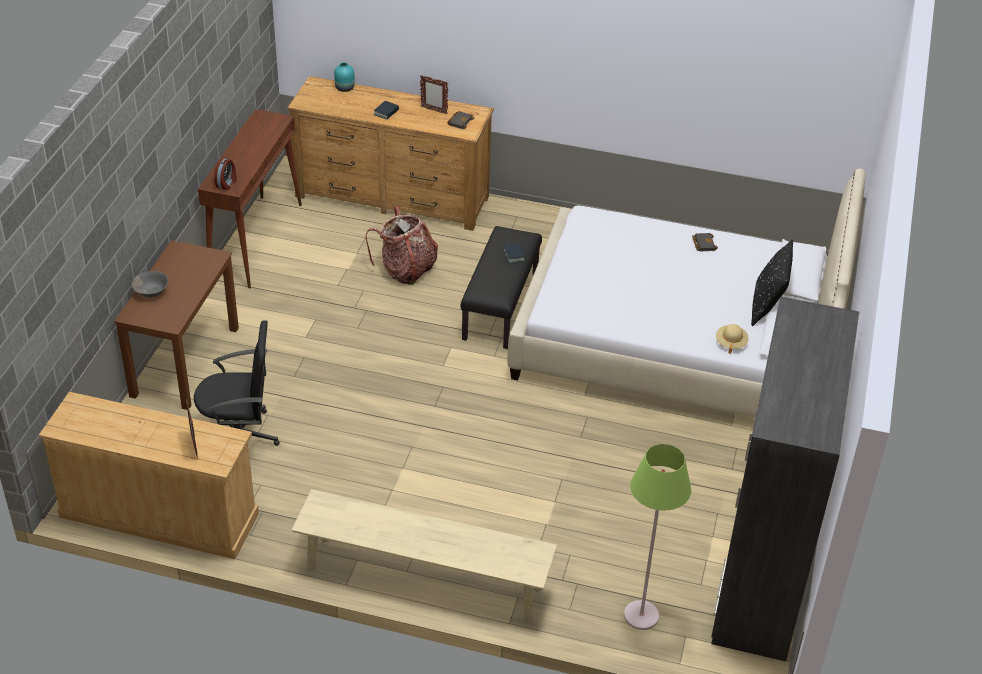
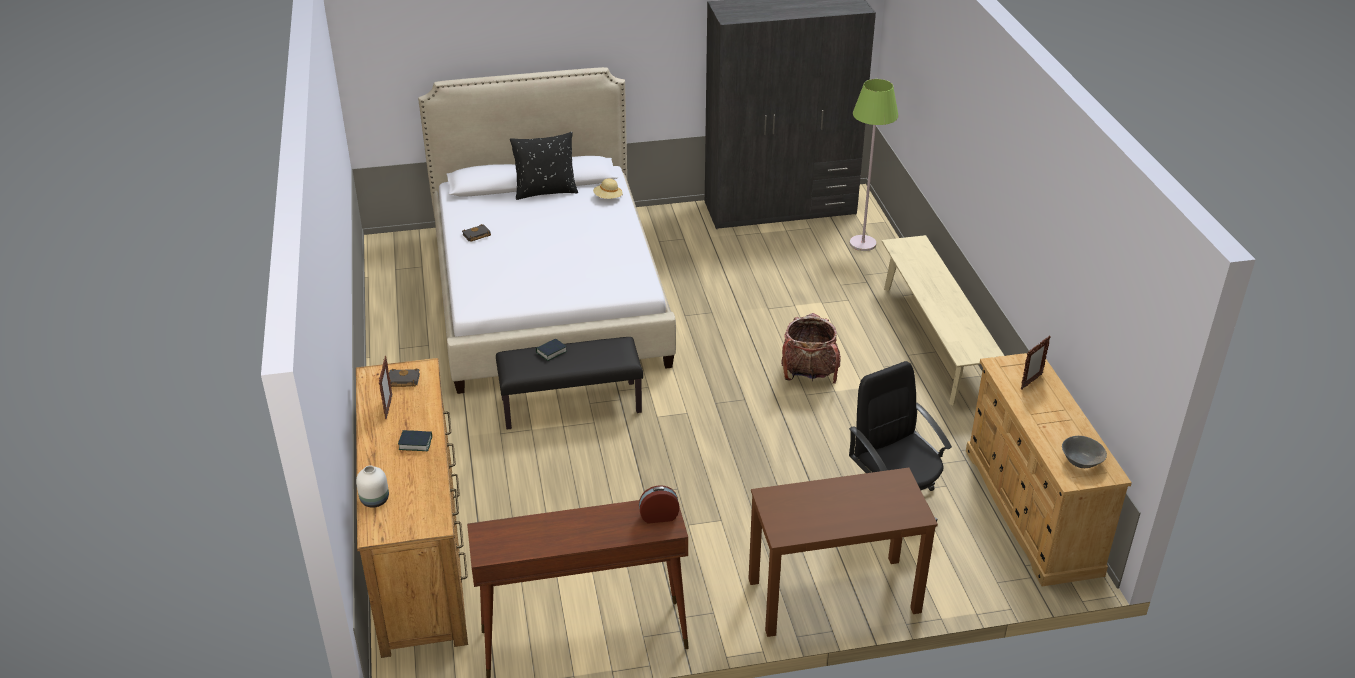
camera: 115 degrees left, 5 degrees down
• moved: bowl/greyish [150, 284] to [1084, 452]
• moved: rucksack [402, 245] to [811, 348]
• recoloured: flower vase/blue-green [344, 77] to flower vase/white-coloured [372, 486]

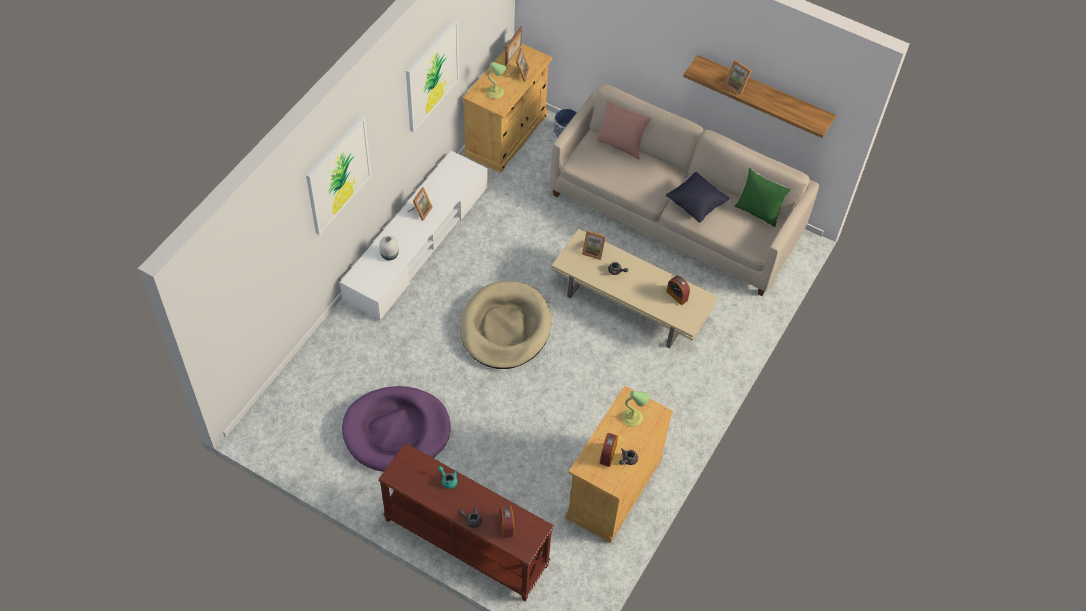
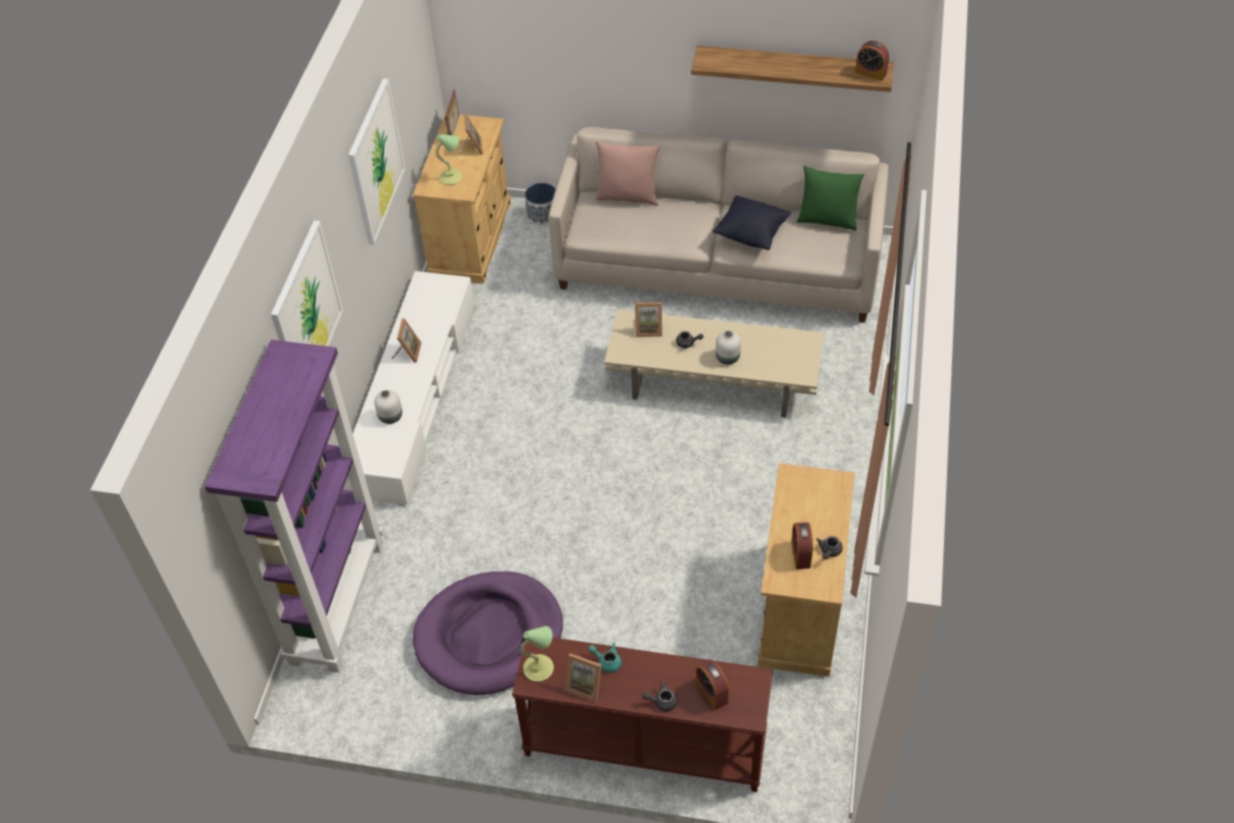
camera: 15 degrees left, 5 degrees down
• removed: dog cushion/sand-coloured [505, 325]
• added: shelving unit/purple [294, 506]
• added: flower vase/white-coloured [728, 347]
• moved: tabletop lamp [635, 409] to [537, 654]
• moved: bedside clock [678, 290] to [872, 61]
• moved: photo frame [738, 77] to [583, 677]

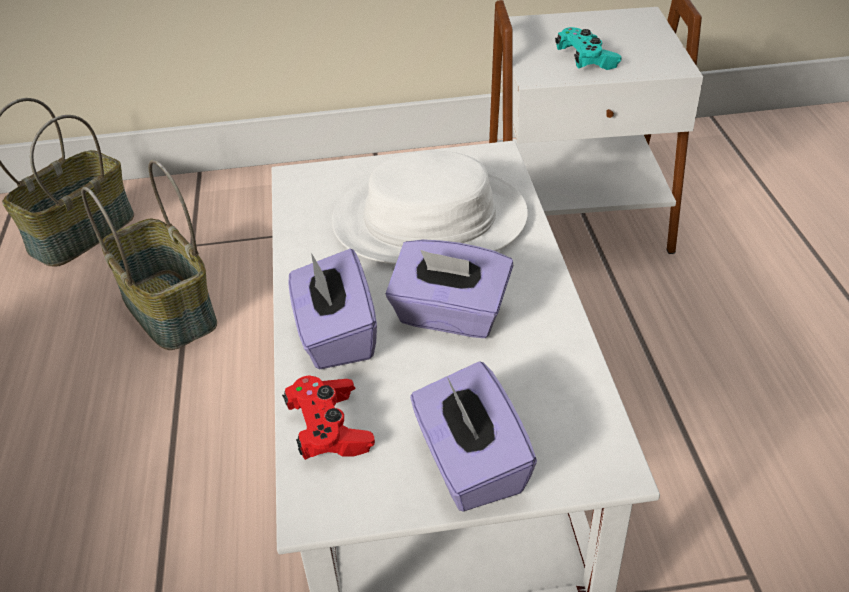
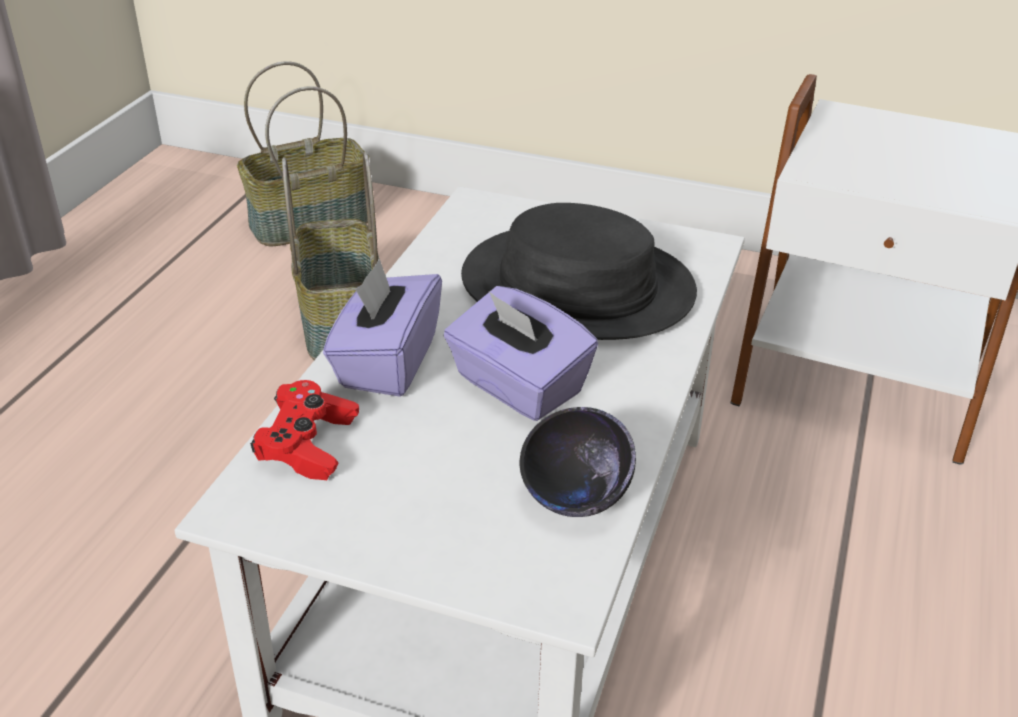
camera: 25 degrees right, 5 degrees down
• removed: box of tissues/purple [473, 436]
• removed: game controller/blue-green [588, 48]
• added: bowl/black-coloured [578, 462]
• recoloured: clothing hat/white-coloured [430, 207] to clothing hat/black-coloured [579, 271]

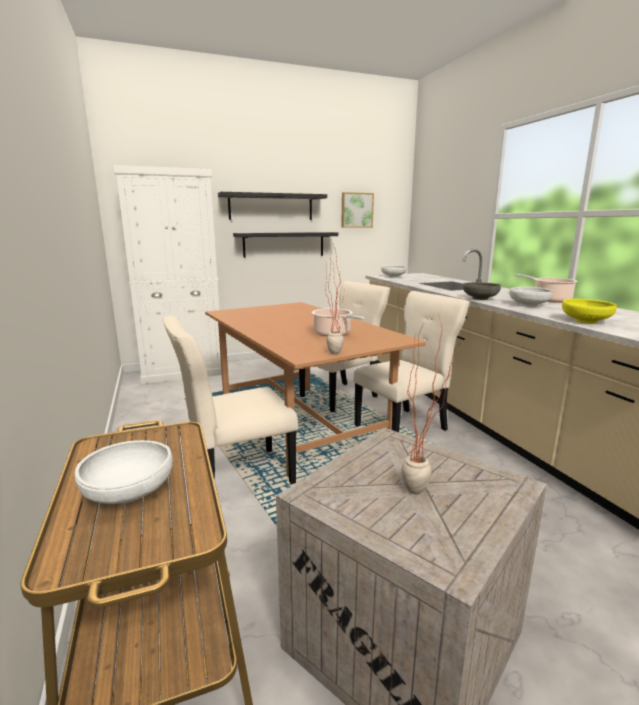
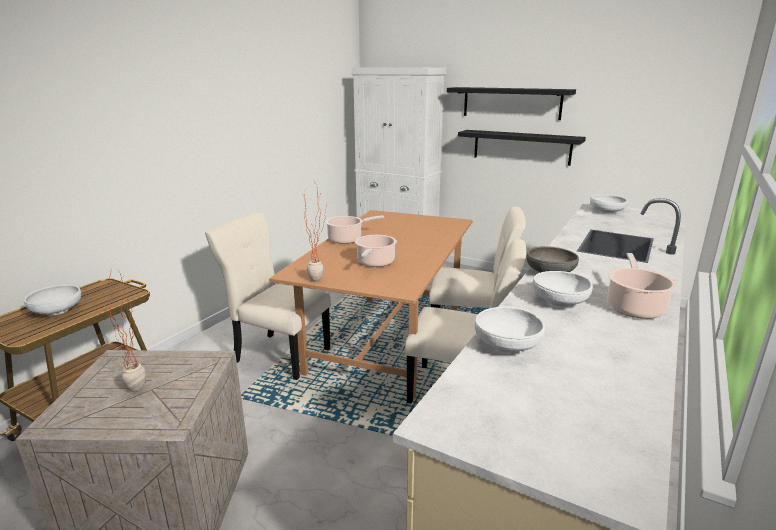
camera: 50 degrees right, 5 degrees up
• removed: picture [357, 210]
• added: stockpot [355, 229]
• recoloured: bowl/yellow [589, 311] to bowl/white-coloured [510, 329]

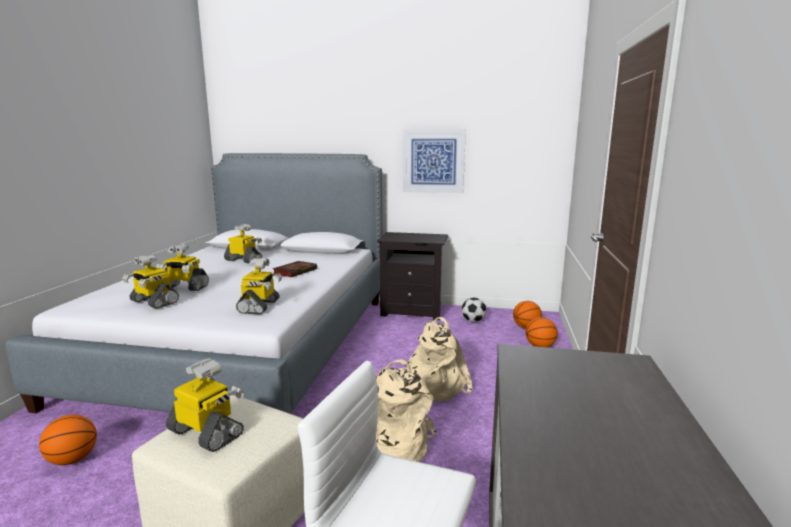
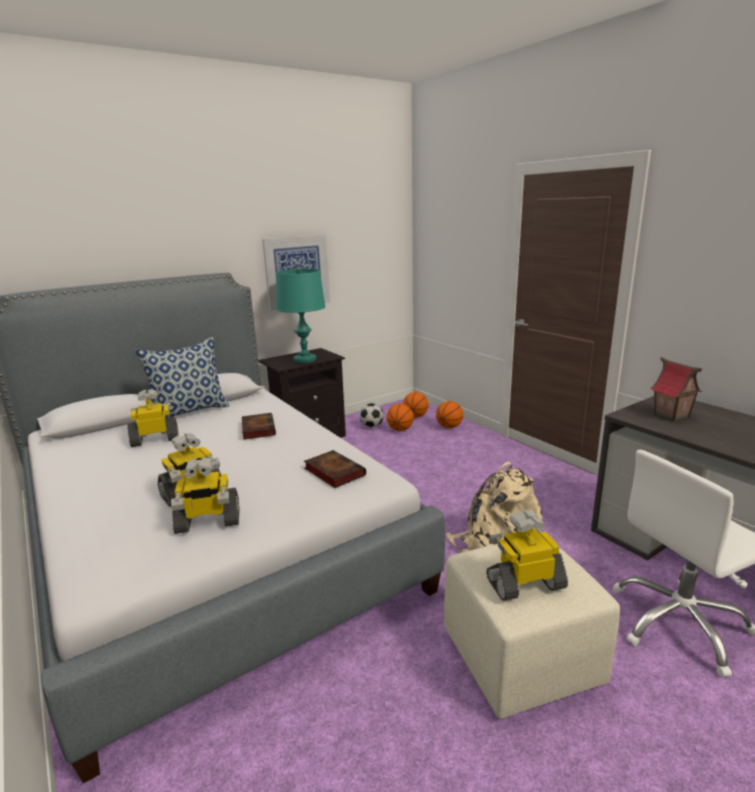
camera: 45 degrees left, 5 degrees up
• removed: rucksack/sand-coloured [438, 359]
• added: pillow [182, 377]
• added: tabletop lamp/blue-green [300, 315]
• added: toy house [676, 389]
• moved: basketball ball [68, 440] to [400, 417]
• replaced: toy robot [259, 286] to bound book [335, 469]

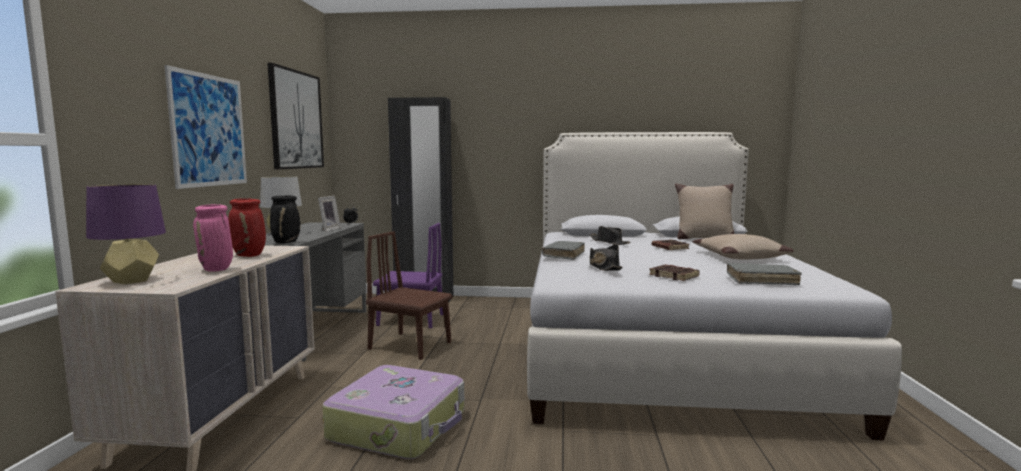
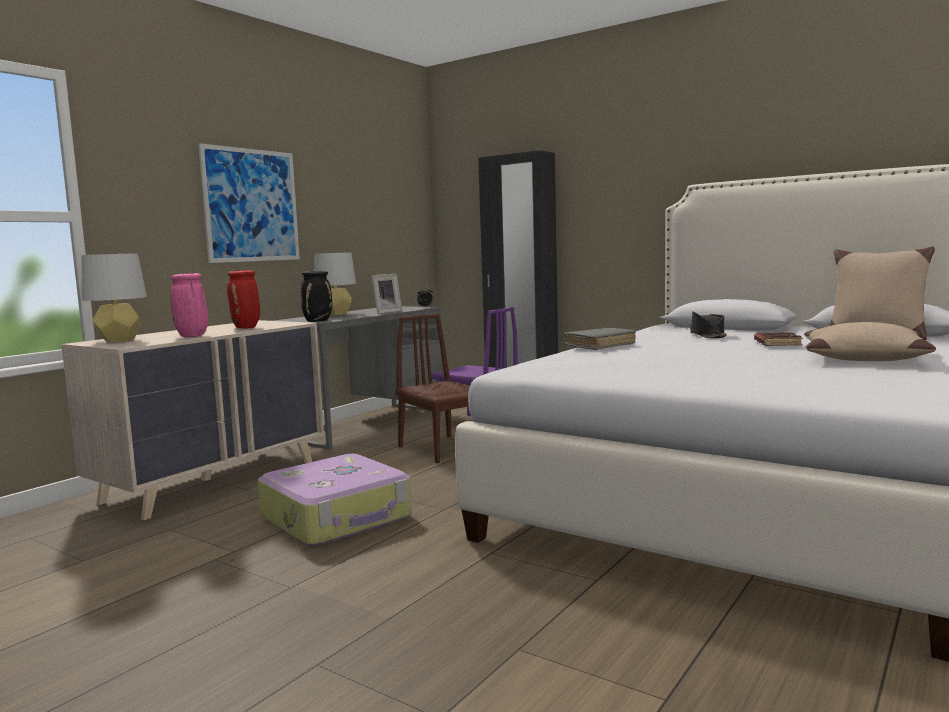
camera: 30 degrees right, 0 degrees up
• removed: picture [296, 116]
• removed: clothing hat/black-coloured [606, 257]
• removed: bound book/brown [674, 273]
• removed: bound book/greyish [764, 274]
• recoloured: tabletop lamp/purple [126, 234] to tabletop lamp/greyish [114, 297]

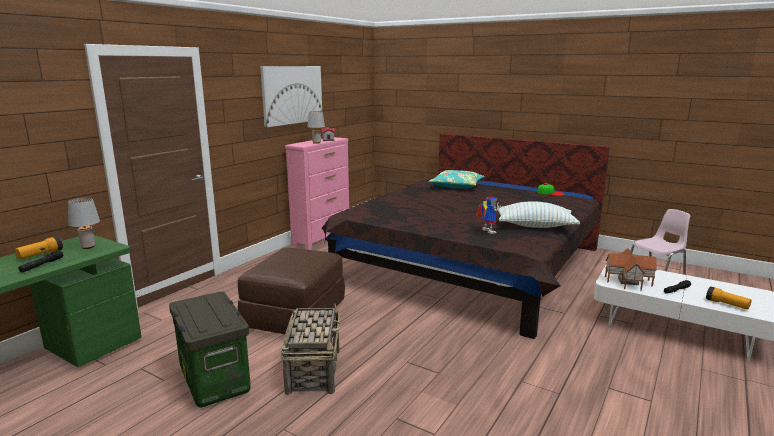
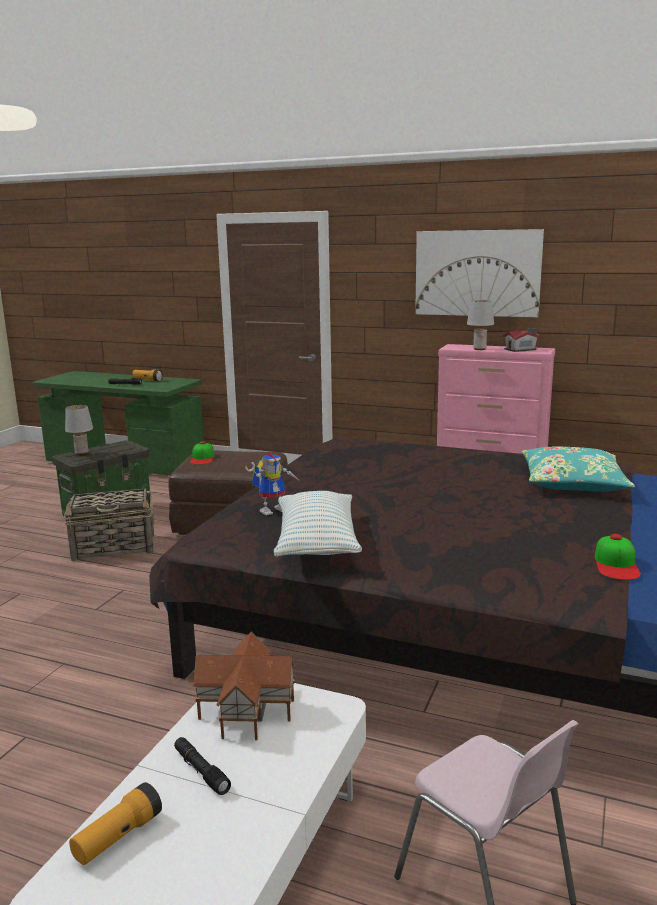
camera: 80 degrees right, 0 degrees up
• added: peaked cap [202, 452]
• moved: tabletop lamp/greyish [84, 223] to [79, 430]

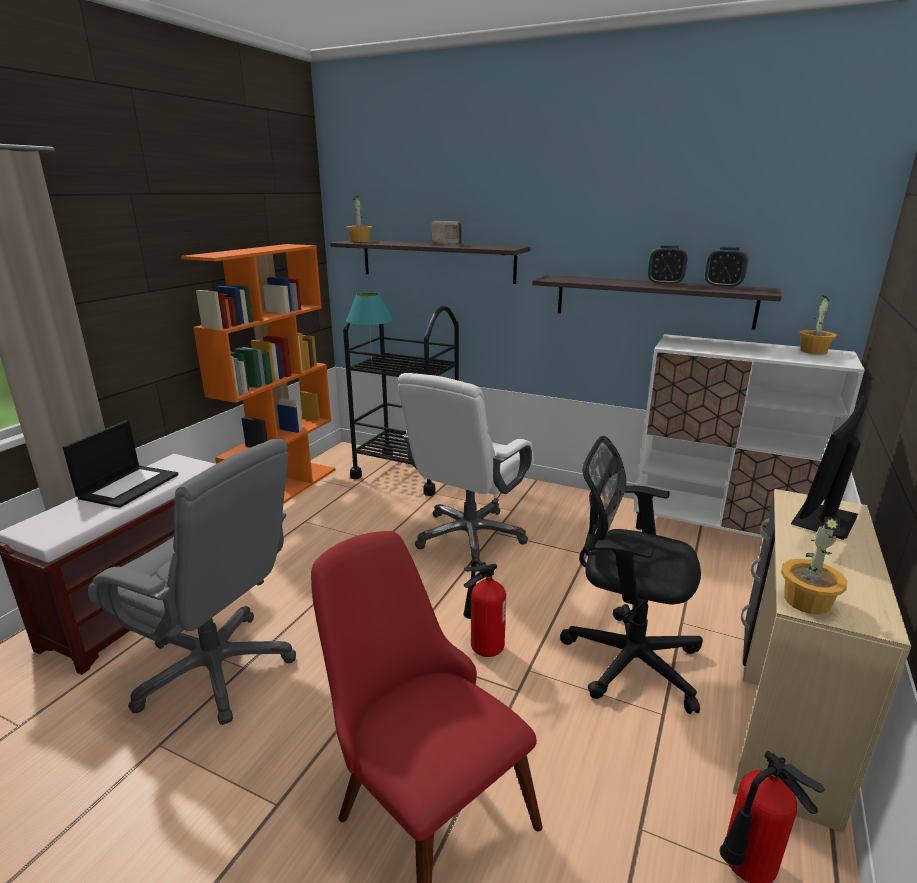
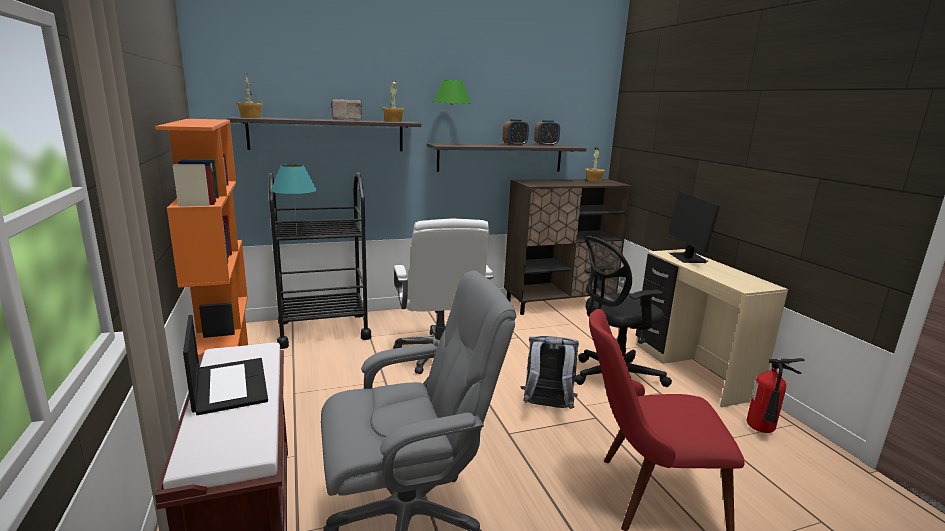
camera: 45 degrees left, 5 degrees down
• added: tabletop lamp/greenish [452, 109]
• moved: potted plant [814, 566] to [393, 101]
• replaced: fire extinguisher [484, 608] to rucksack/greyish [549, 372]
• recoloured: storage cabinet/white-coloured [749, 436] to storage cabinet/brown [568, 247]

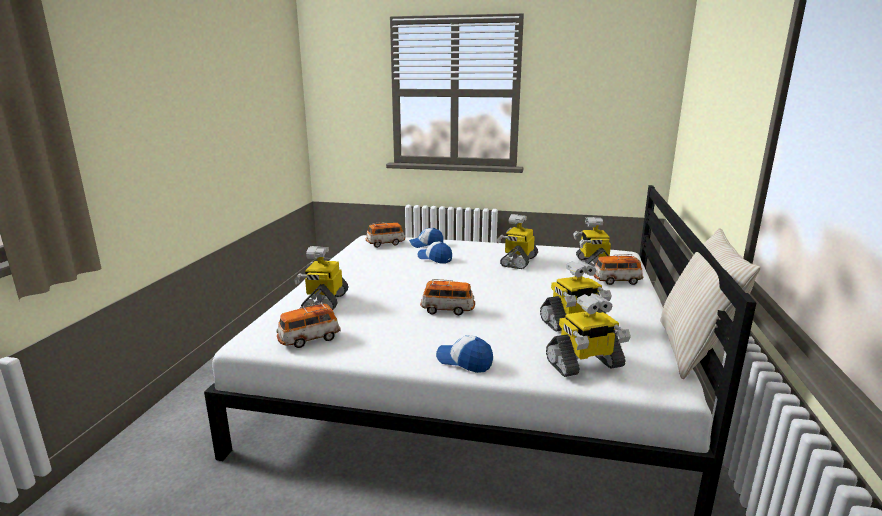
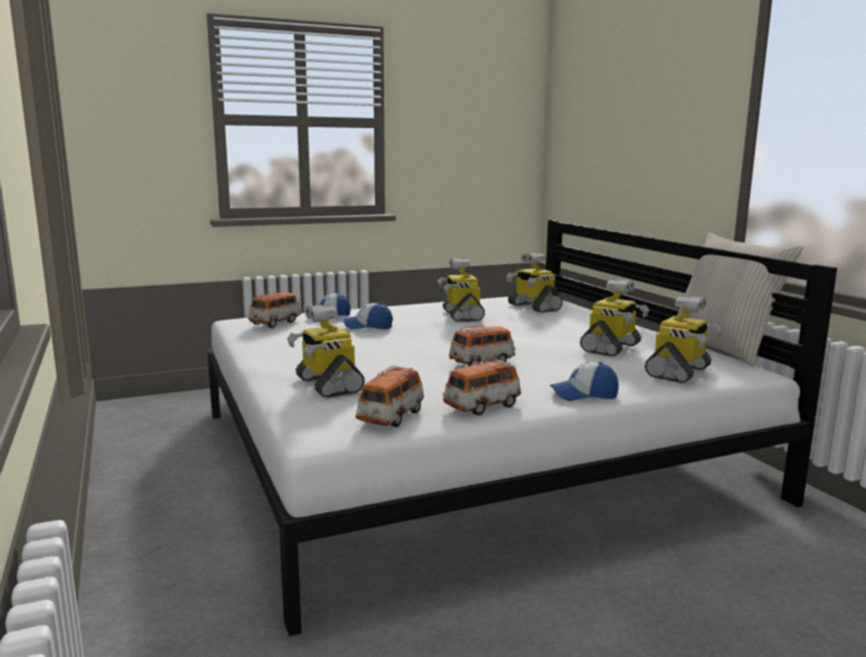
camera: 35 degrees left, 5 degrees down
• moved: miniature car [618, 269] to [482, 386]

